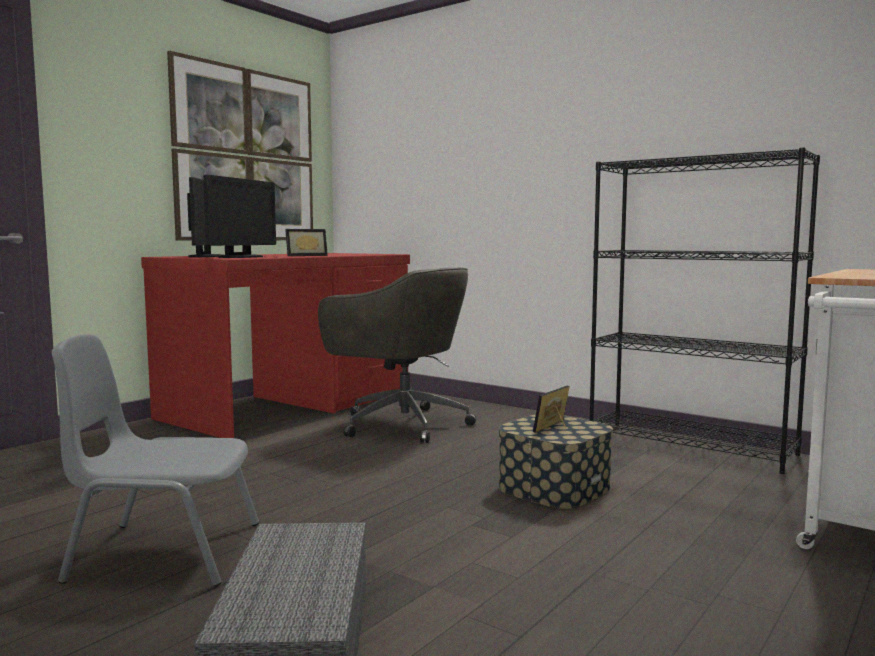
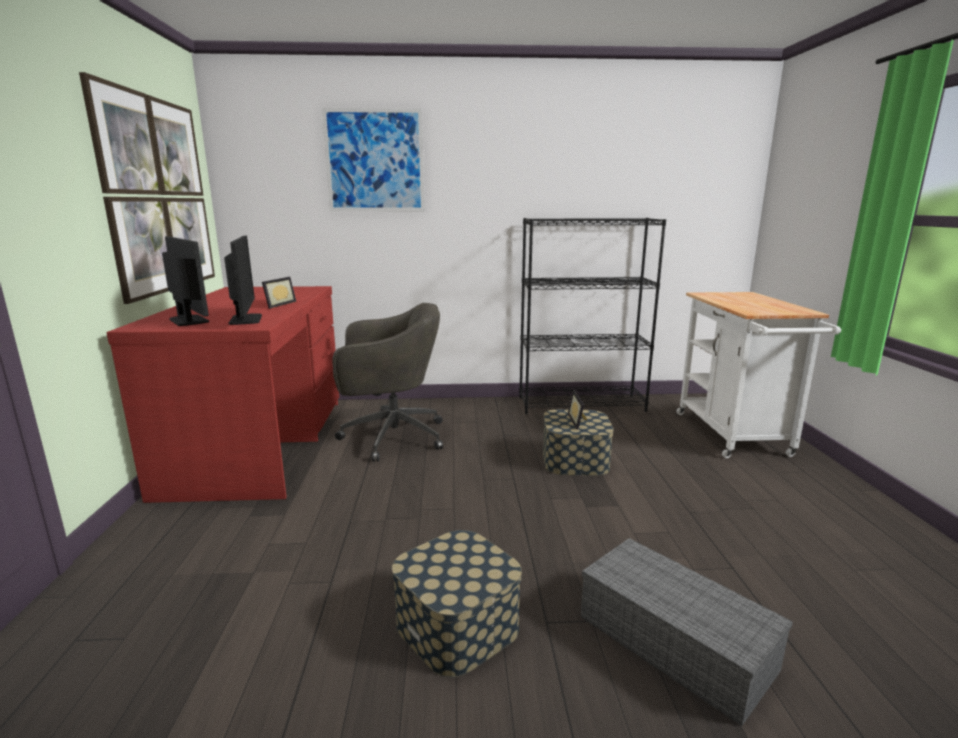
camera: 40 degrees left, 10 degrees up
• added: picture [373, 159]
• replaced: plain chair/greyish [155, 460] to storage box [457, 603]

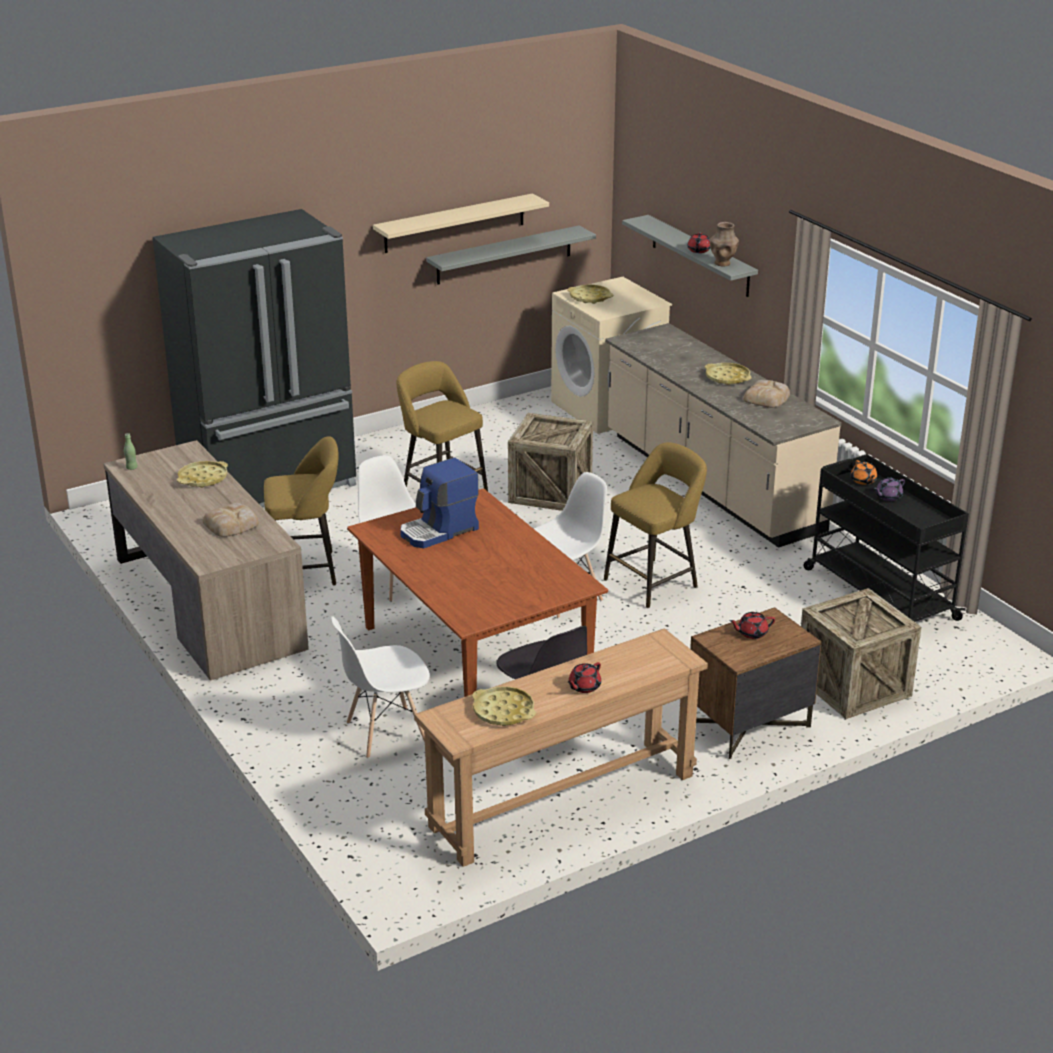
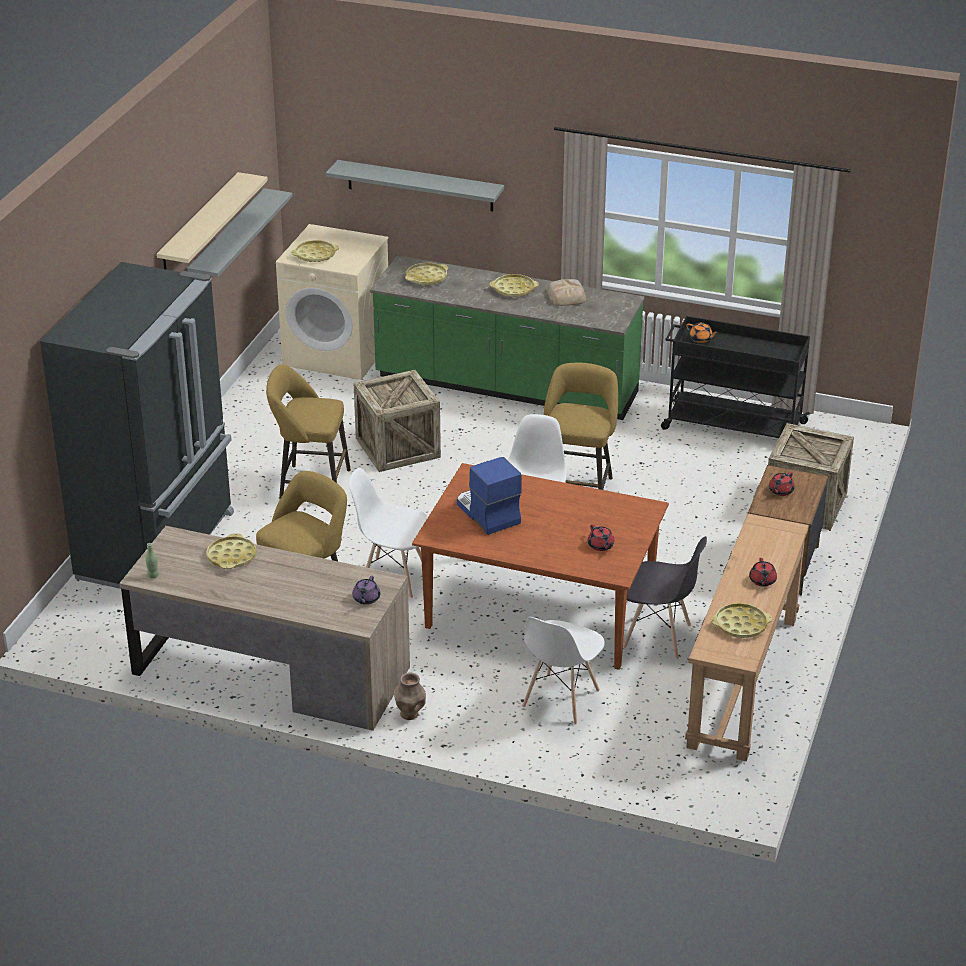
camera: 40 degrees left, 5 degrees up
• removed: bread [231, 520]
• added: tray/yellow [426, 274]
• moved: tea pot/red-coloured [698, 243] to [601, 537]
• moved: flower vase/brown [724, 244] to [409, 696]
• moved: tea pot/purple [889, 489] to [366, 590]
• recoloured: kitchen base unit/sand-coloured [723, 435] to kitchen base unit/greenish [507, 338]
• turned: coffee brewer [439, 502] = [489, 496] 135 degrees clockwise

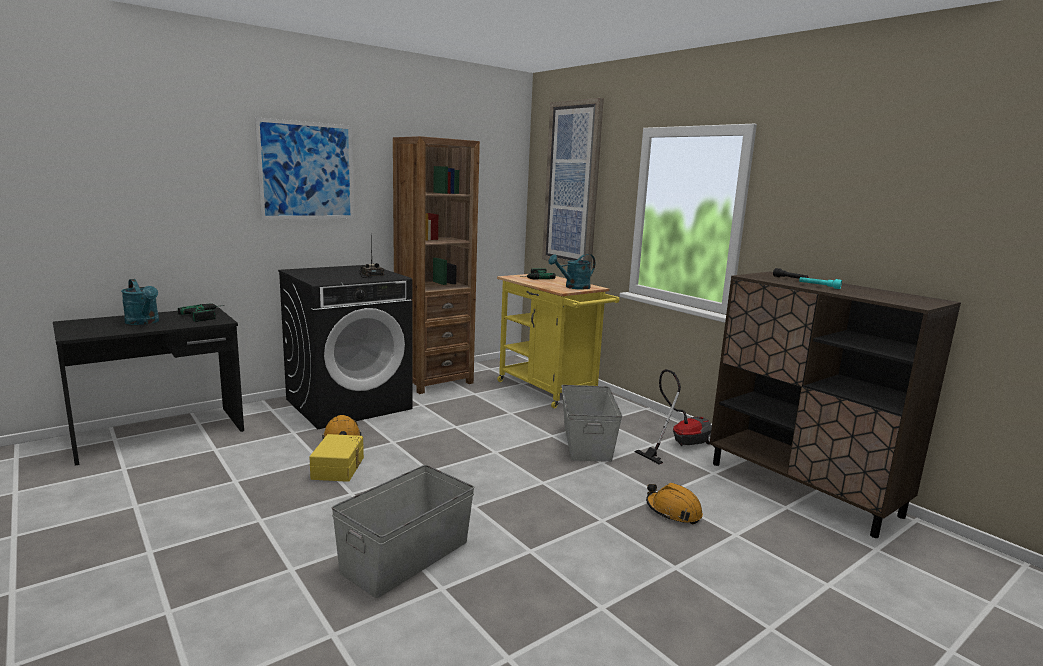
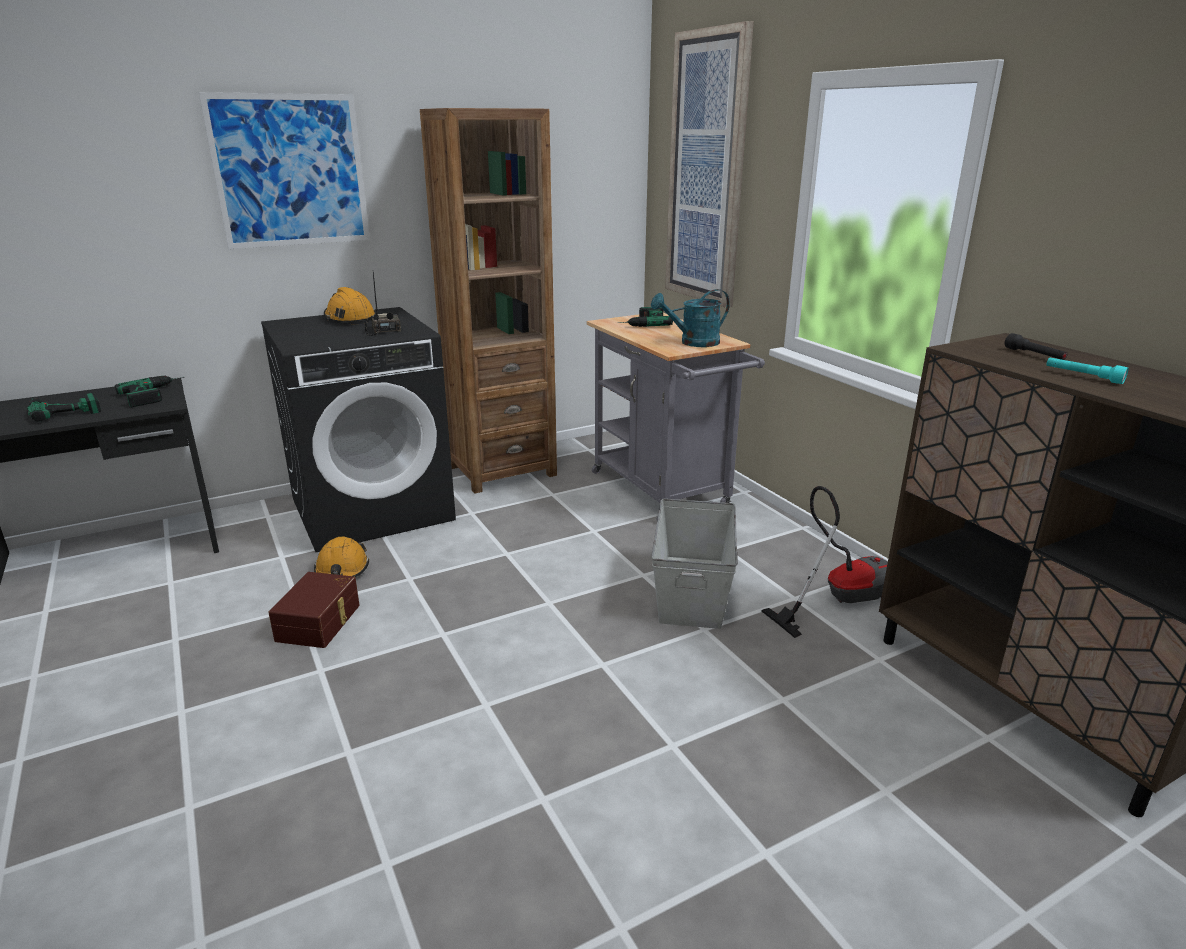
camera: 10 degrees right, 10 degrees up
• removed: storage box/greyish [403, 531]
• moved: safety helmet/orangey [674, 503] to [349, 306]
• replaced: sprinkling can/blue-green [140, 302] to electric drill [64, 407]
• recoloured: storage box/yellow [336, 458] to storage box/brown [314, 610]
• recoloured: trolley/yellow [558, 341] to trolley/greyish [676, 416]

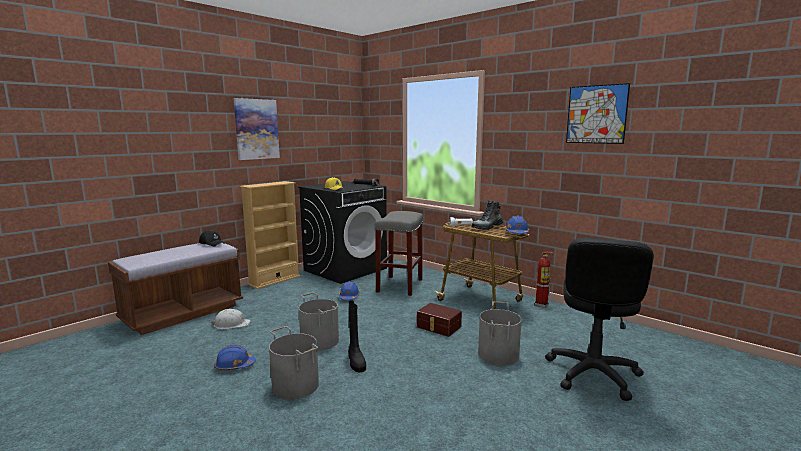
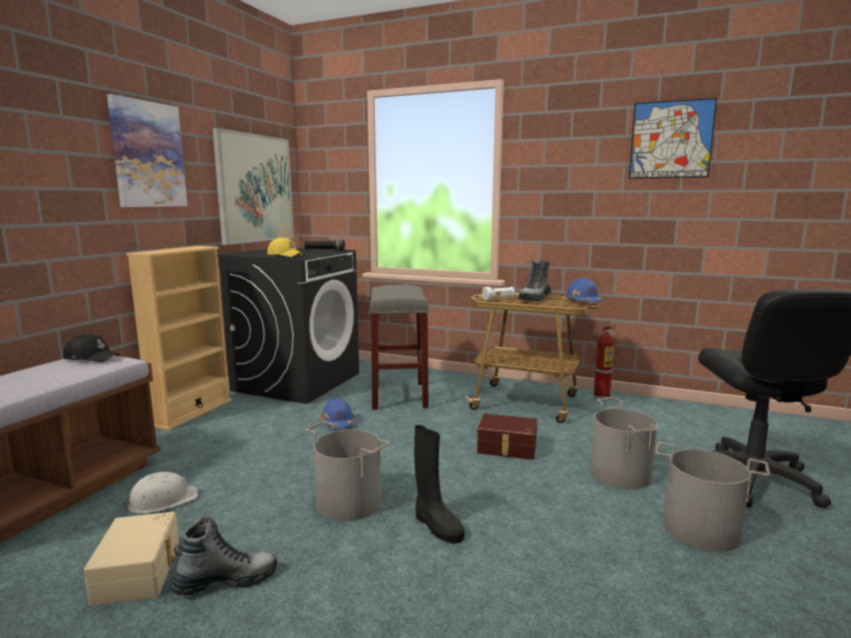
camera: 20 degrees left, 0 degrees up
• added: storage box/sand-coloured [131, 559]
• added: picture [253, 186]
• moved: water bucket/greyish [294, 363] to [712, 497]
• replaced: safety helmet/blue-coloured [235, 357] to high-top boot [223, 556]

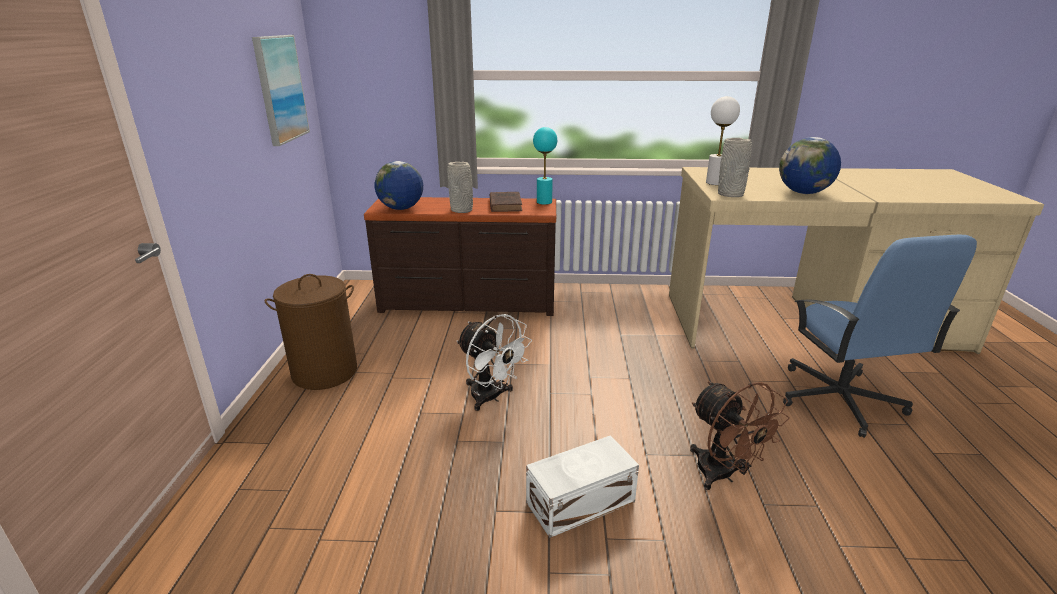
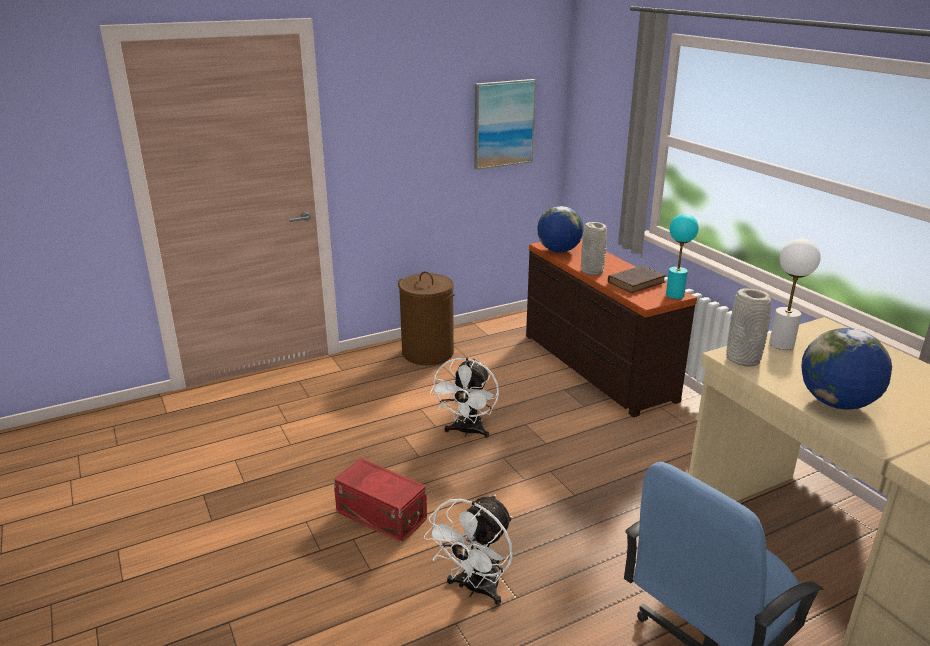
camera: 60 degrees right, 0 degrees up
• recoloured: storage box/white-coloured [582, 486] to storage box/red-coloured [380, 500]
• recoloured: fan/brown [739, 435] to fan/white-coloured [468, 550]

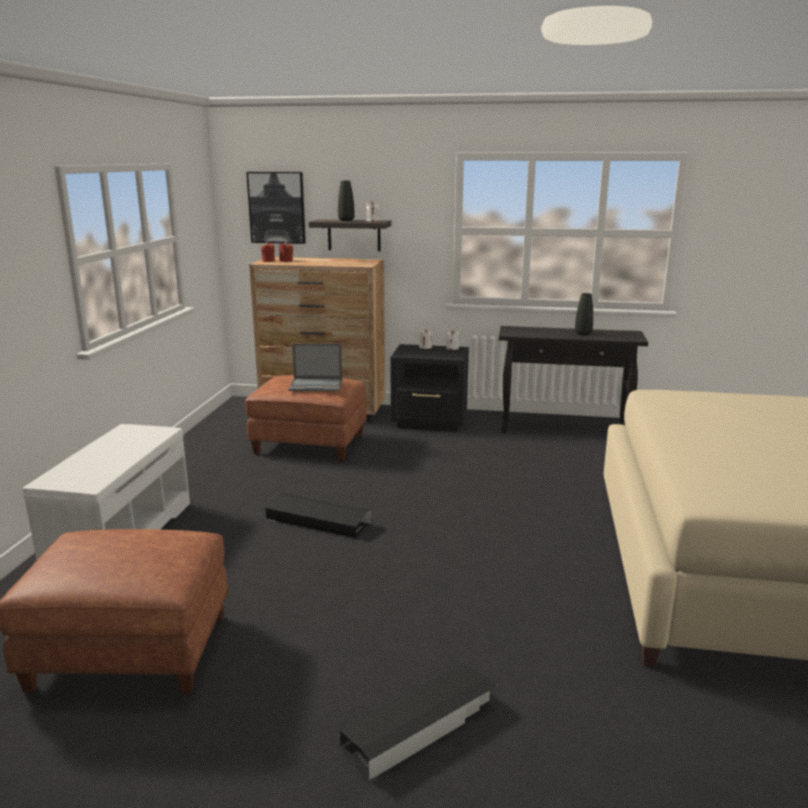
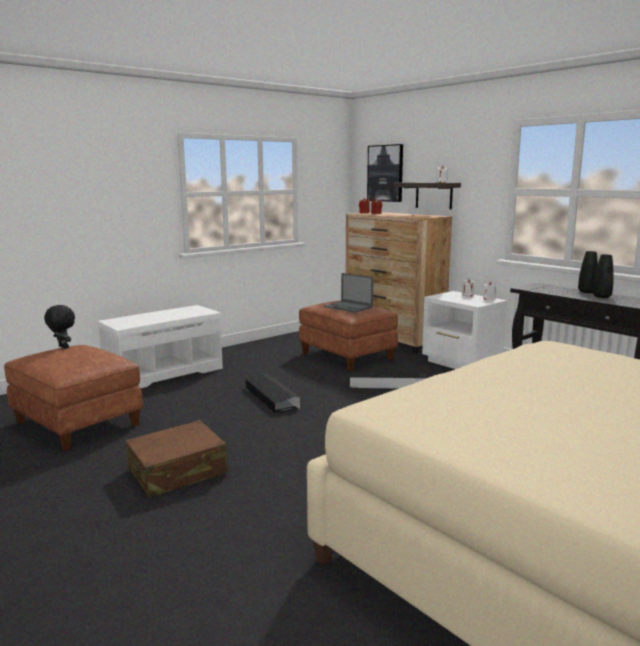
camera: 40 degrees right, 5 degrees down
• added: soft toy/black-coloured [59, 327]
• added: suitcase/brown [176, 459]
• moved: flower vase/black-coloured [346, 201] to [588, 272]
• moved: storage box/black-coloured [417, 722] to [388, 379]
• recoloured: nightstand/black-coloured [429, 388] to nightstand/white-coloured [464, 330]

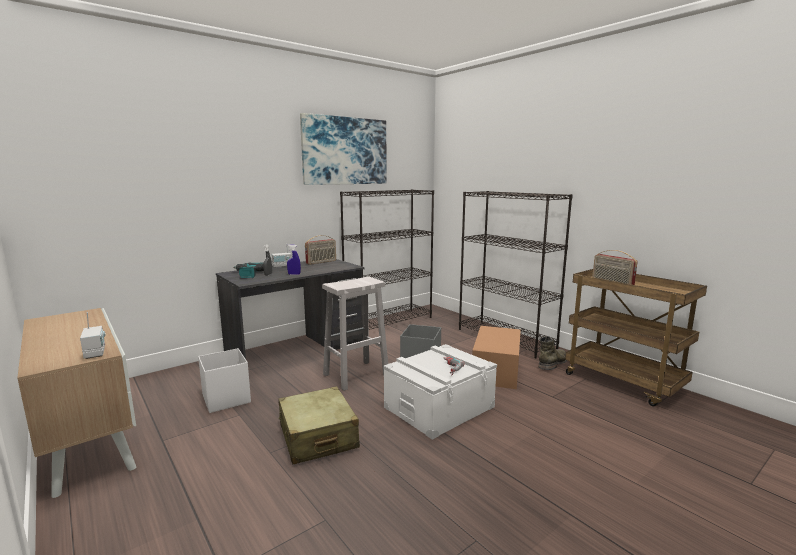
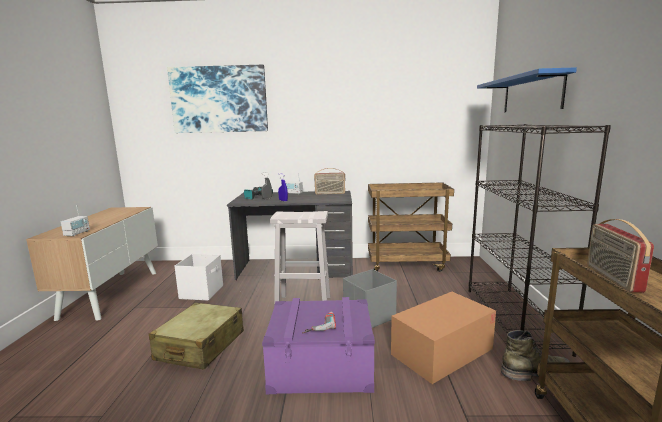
camera: 40 degrees right, 0 degrees up
• added: shelf/blue-coloured [527, 89]
• moved: picture [343, 149] to [217, 99]
• replaced: shelving unit/black-coloured [387, 259] to trolley/brown [411, 227]
• recoloured: storage box/white-coloured [440, 392] to storage box/purple [318, 345]

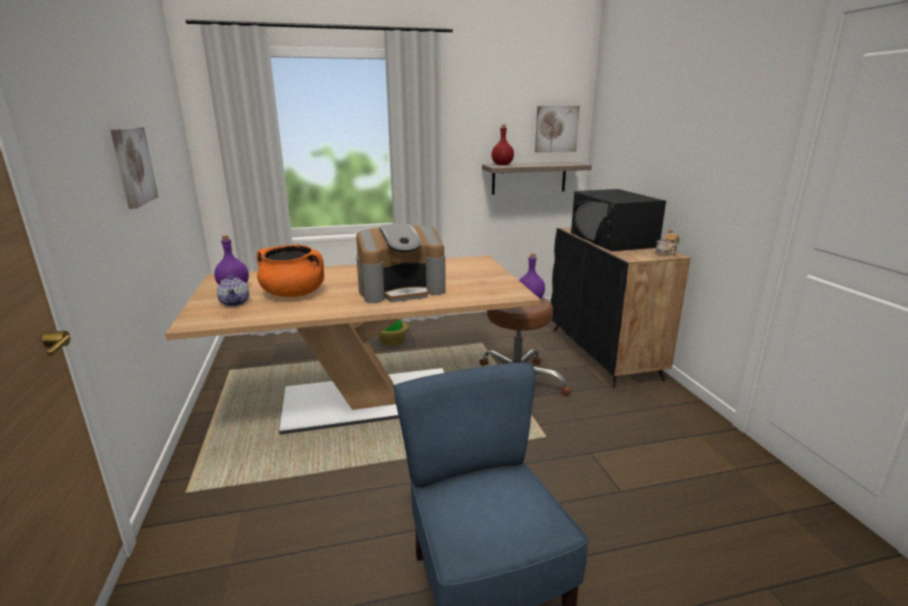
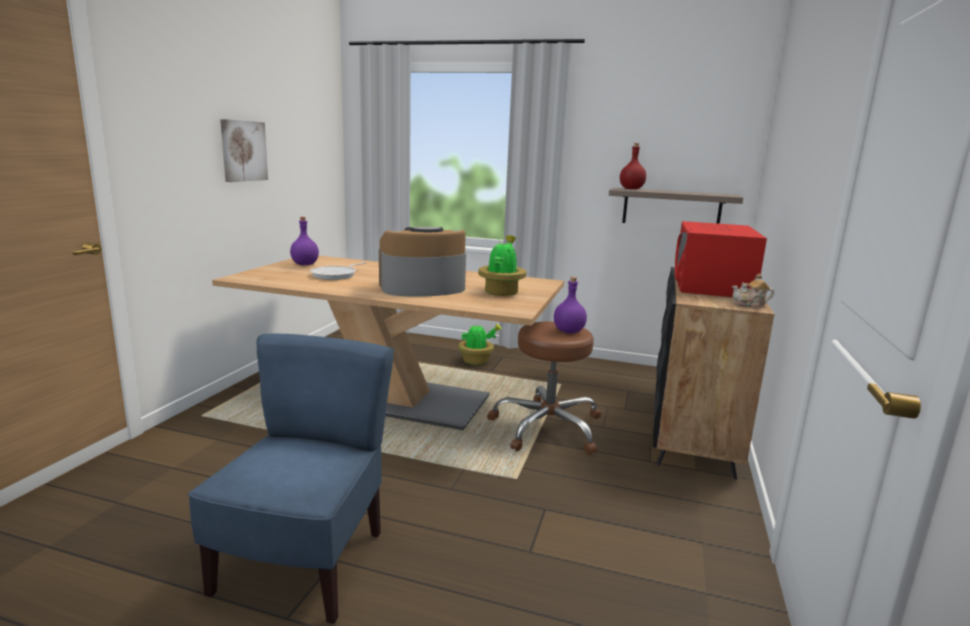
camera: 30 degrees right, 5 degrees down
• removed: tea pot [232, 291]
• removed: picture [557, 129]
• added: potted plant [502, 265]
• replaced: stockpot/orangey [290, 271] to skillet [338, 271]
• recoloured: kitchen microwave/black-coloured [618, 220] to kitchen microwave/red-coloured [721, 259]
• turned: coffee brewer [401, 263] = [422, 262] 150 degrees clockwise

